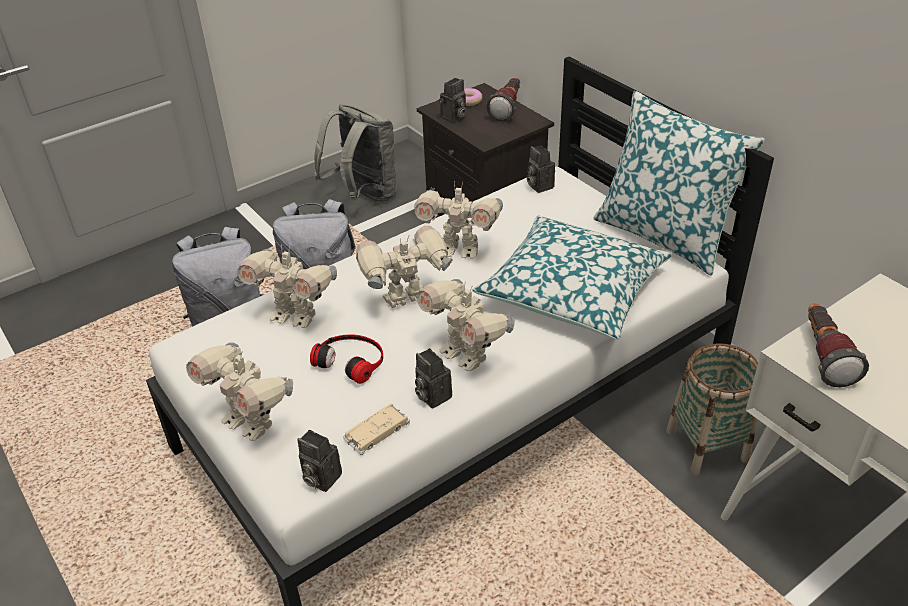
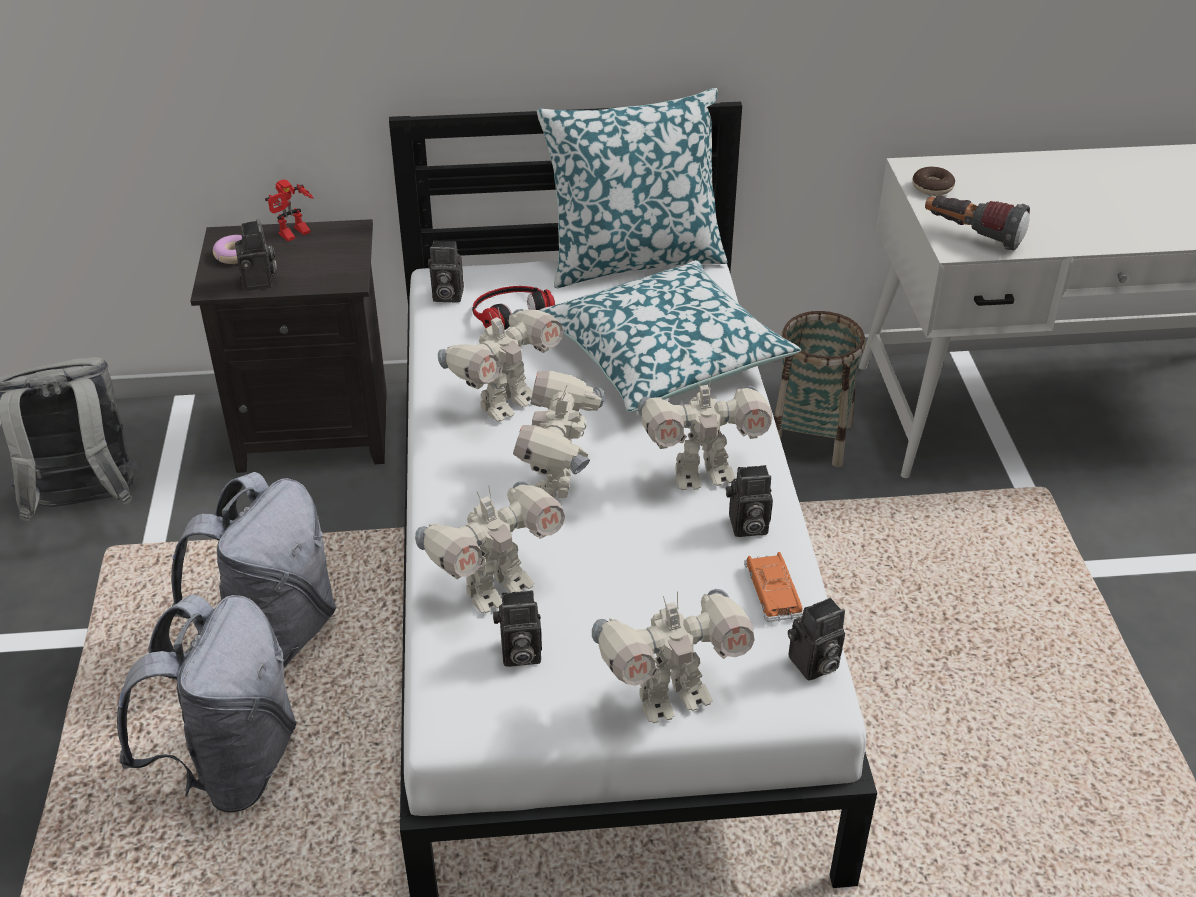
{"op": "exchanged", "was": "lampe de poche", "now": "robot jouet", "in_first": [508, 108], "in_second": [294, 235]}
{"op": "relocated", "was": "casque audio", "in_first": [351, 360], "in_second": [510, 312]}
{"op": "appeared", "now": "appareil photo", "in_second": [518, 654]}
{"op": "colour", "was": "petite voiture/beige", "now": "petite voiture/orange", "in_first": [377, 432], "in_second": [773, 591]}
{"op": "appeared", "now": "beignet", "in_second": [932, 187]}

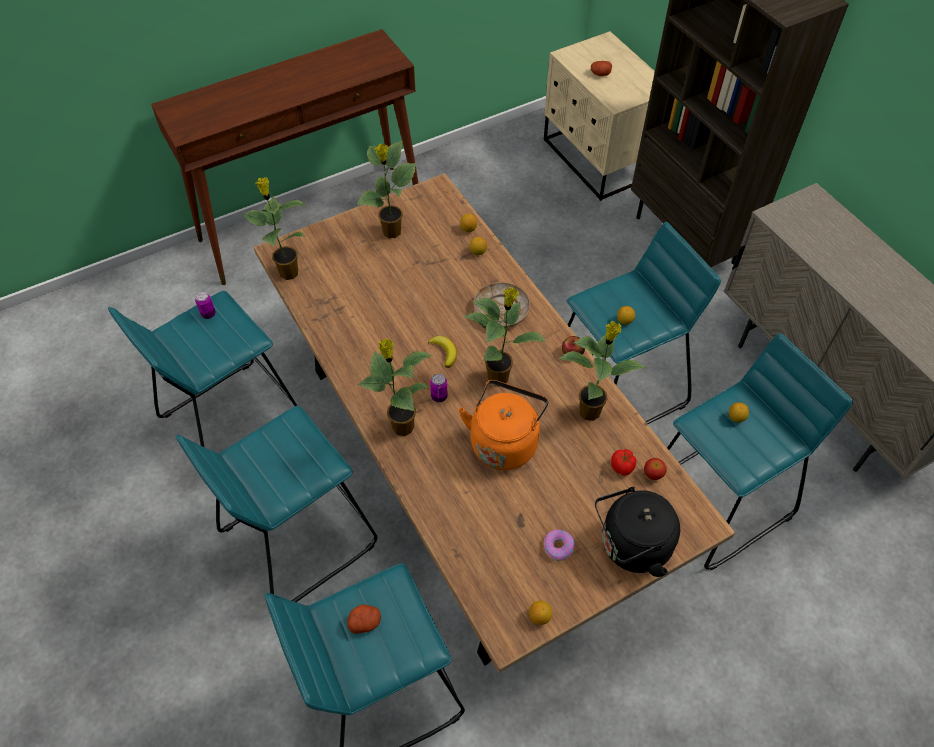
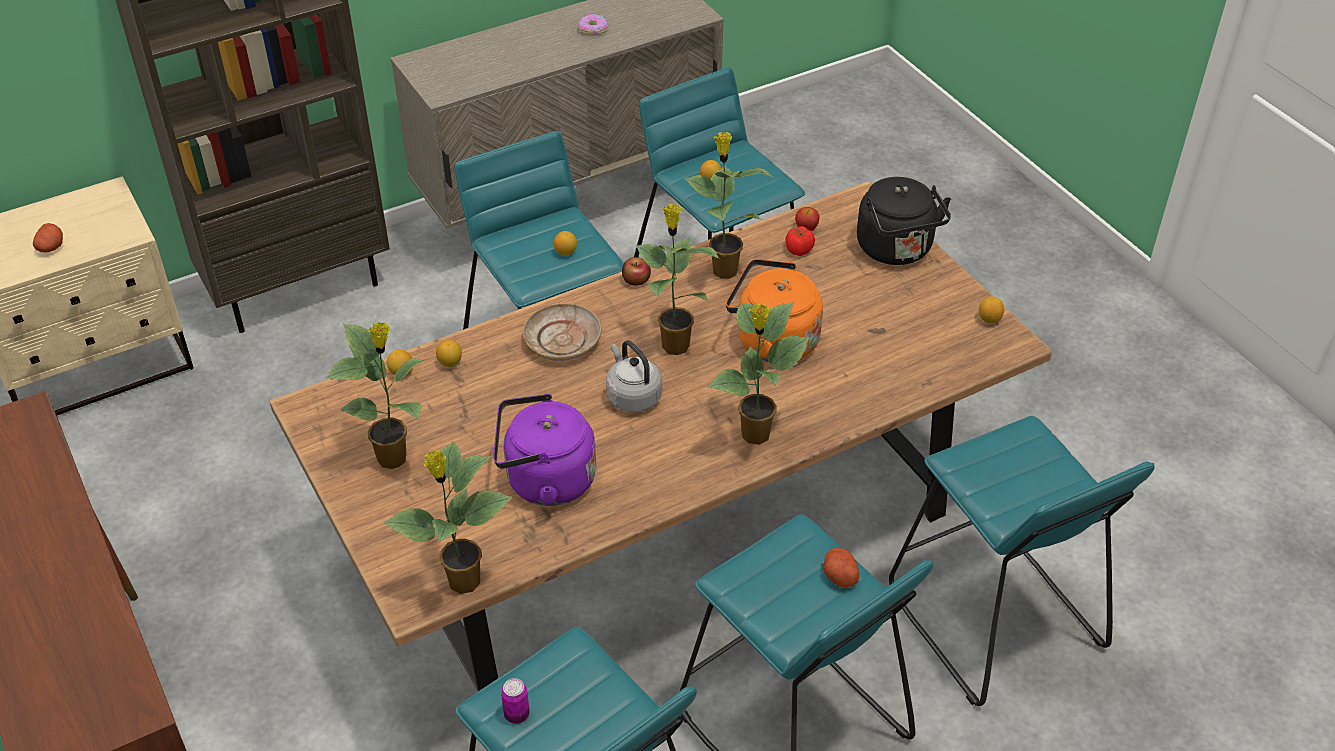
{"op": "appeared", "now": "bouilloire/violet", "in_second": [545, 481]}
{"op": "relocated", "was": "beignet", "in_first": [558, 547], "in_second": [593, 29]}
{"op": "exchanged", "was": "banane", "now": "bouilloire/gris", "in_first": [444, 352], "in_second": [632, 396]}
{"op": "relocated", "was": "pomme de terre", "in_first": [365, 622], "in_second": [839, 575]}
{"op": "missing", "was": "boîte métallique", "in_first": [439, 396]}

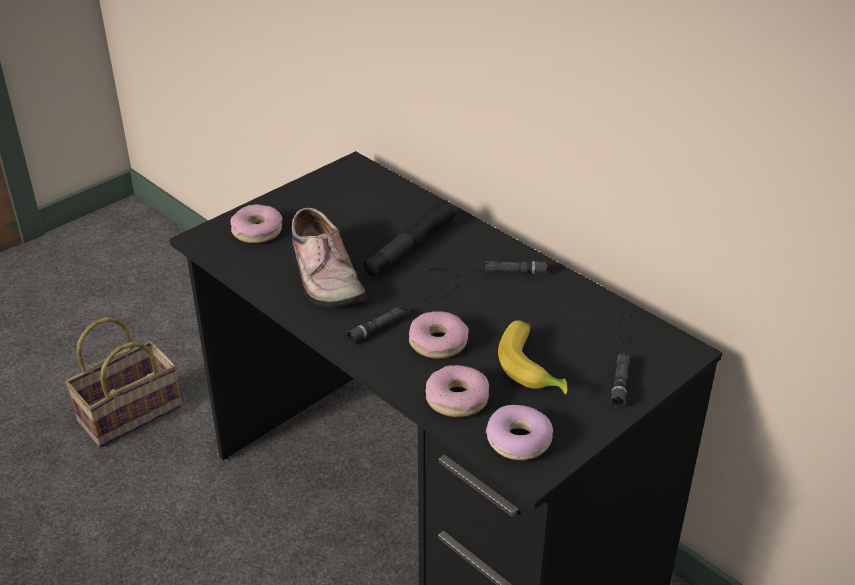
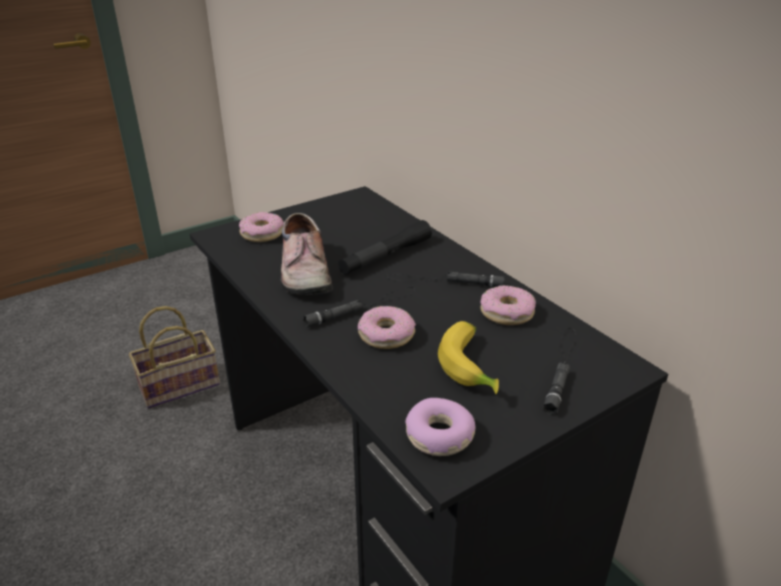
{"op": "relocated", "was": "beignet", "in_first": [457, 399], "in_second": [507, 313]}

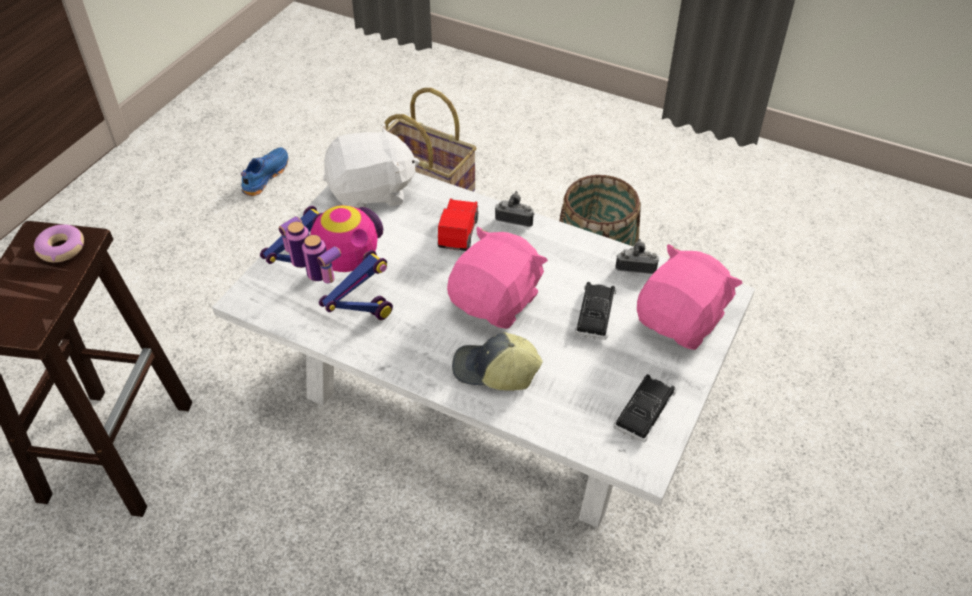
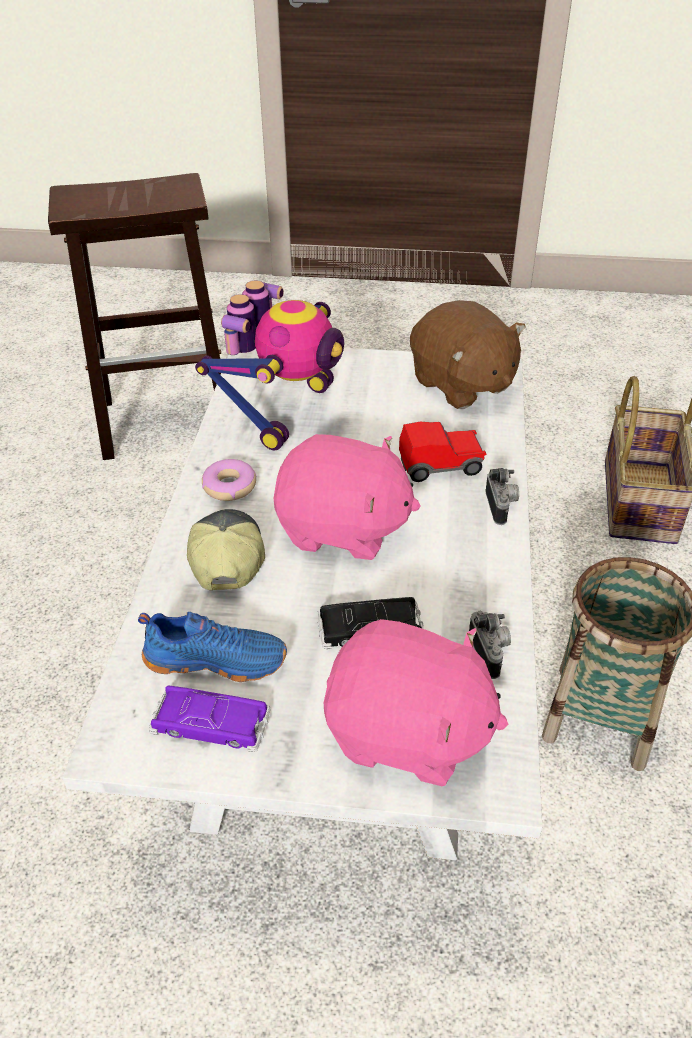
{"op": "relocated", "was": "chaussure/bleu", "in_first": [264, 177], "in_second": [216, 659]}
{"op": "colour", "was": "petite voiture/noir", "now": "petite voiture/violet", "in_first": [644, 411], "in_second": [211, 724]}
{"op": "relocated", "was": "beignet", "in_first": [61, 249], "in_second": [229, 486]}
{"op": "colour", "was": "peluche/blanc", "now": "peluche/marron", "in_first": [372, 192], "in_second": [461, 384]}

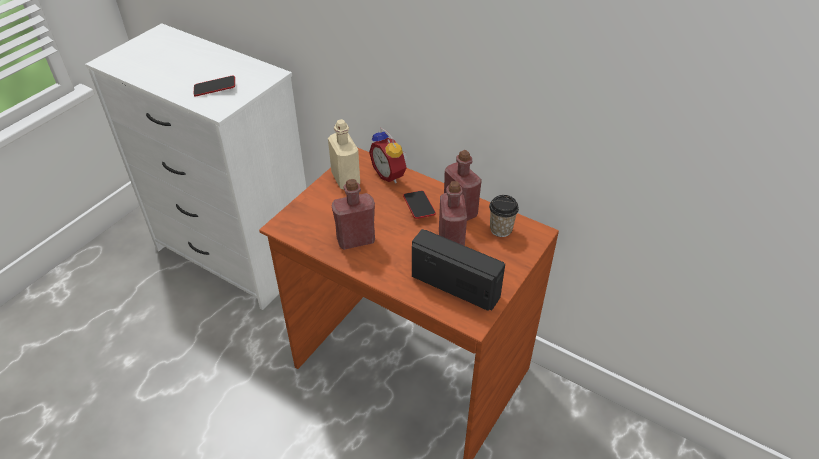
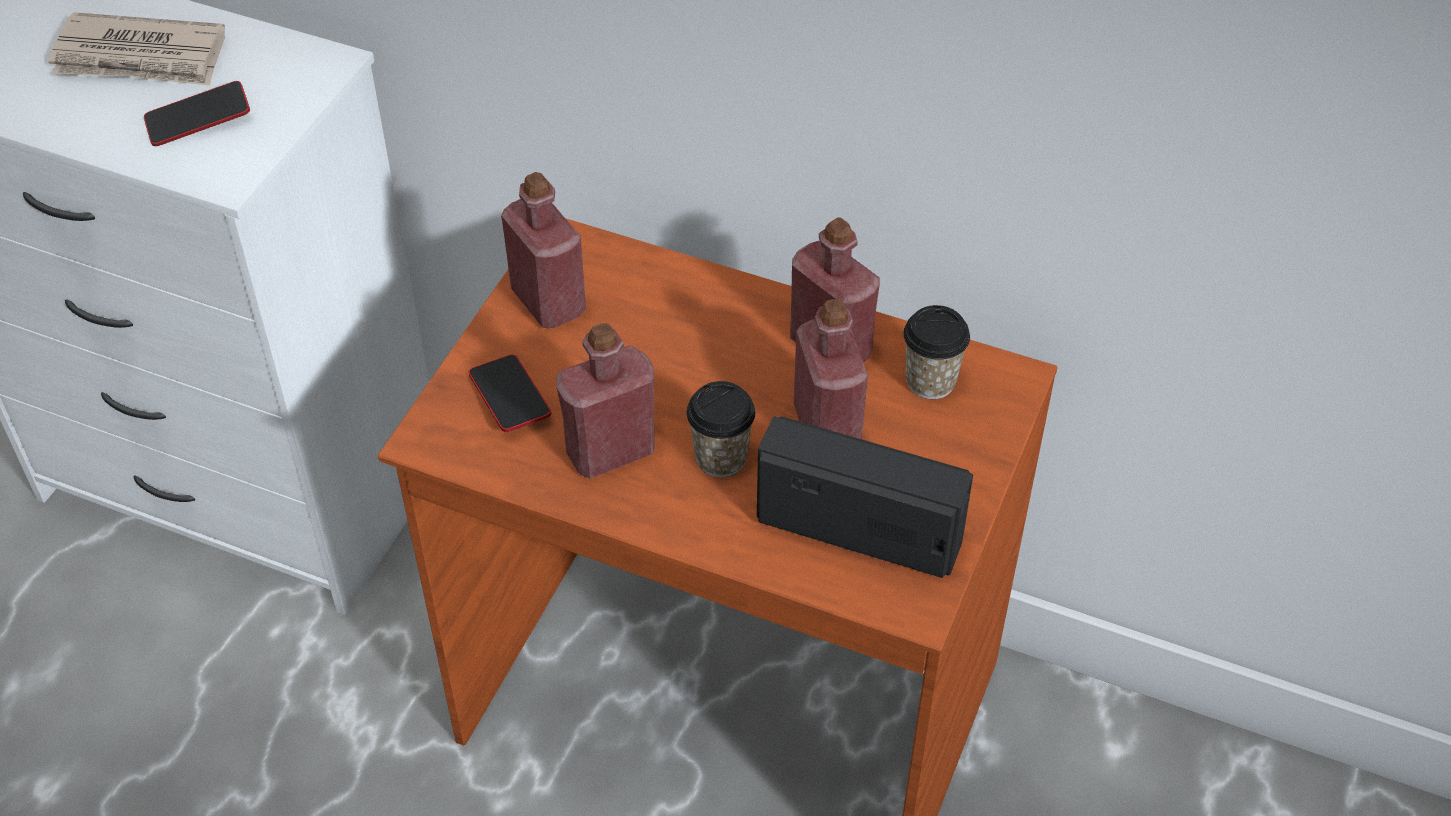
{"op": "appeared", "now": "journal", "in_second": [141, 57]}
{"op": "relocated", "was": "téléphone", "in_first": [419, 207], "in_second": [510, 398]}
{"op": "colour", "was": "bouteille/beige", "now": "bouteille/rouge", "in_first": [345, 179], "in_second": [548, 302]}
{"op": "appeared", "now": "tasse", "in_second": [721, 458]}
{"op": "missing", "was": "réveil", "in_first": [390, 174]}

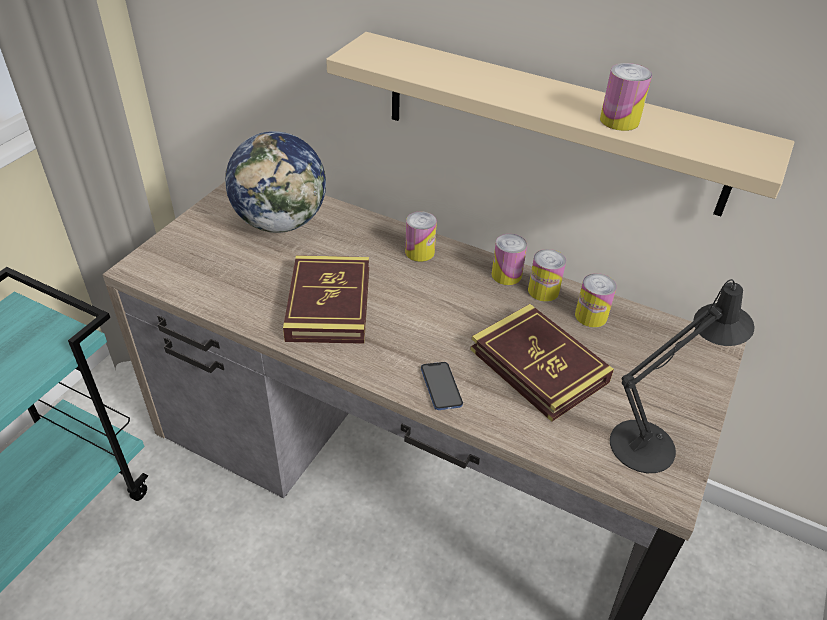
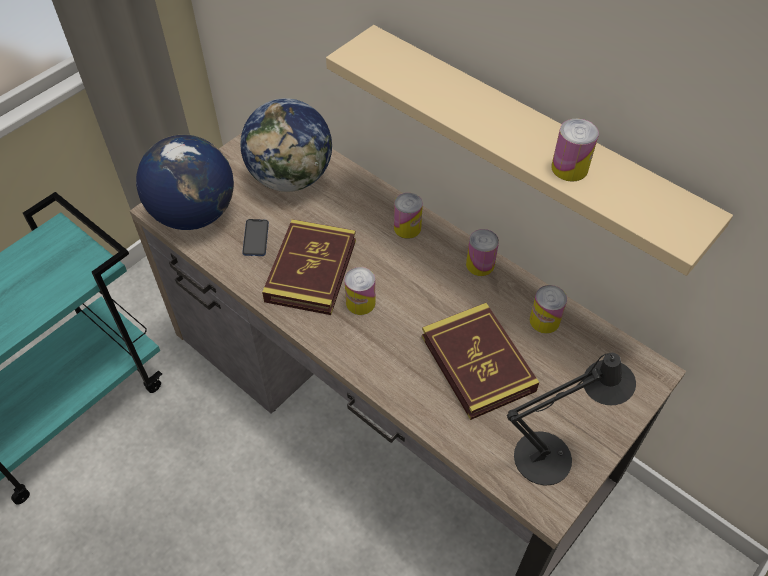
{"op": "appeared", "now": "globe", "in_second": [194, 214]}
{"op": "relocated", "was": "téléphone", "in_first": [441, 387], "in_second": [256, 238]}
{"op": "relocated", "was": "boîte métallique", "in_first": [543, 291], "in_second": [360, 302]}

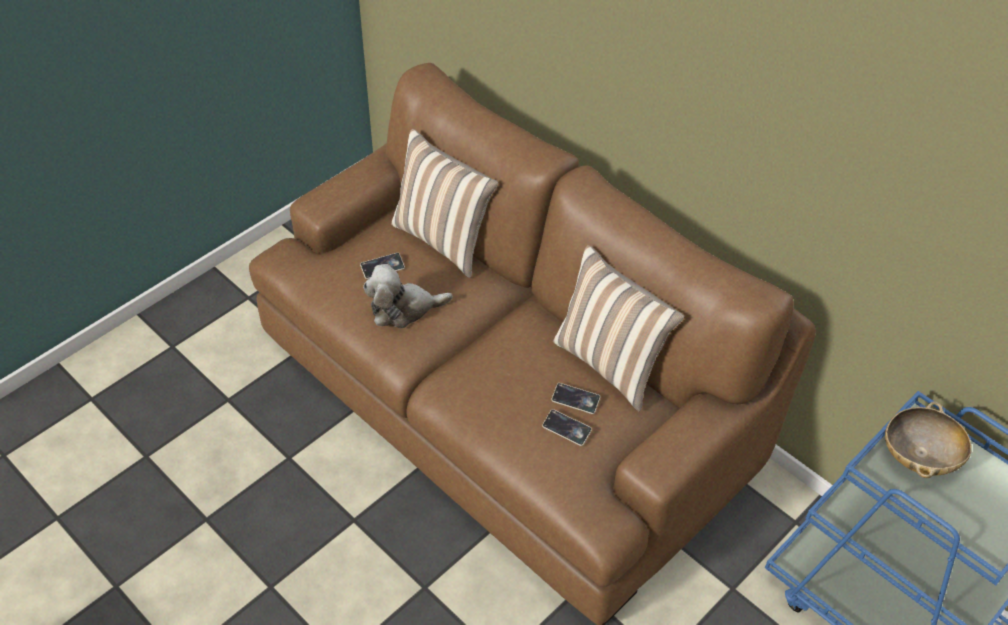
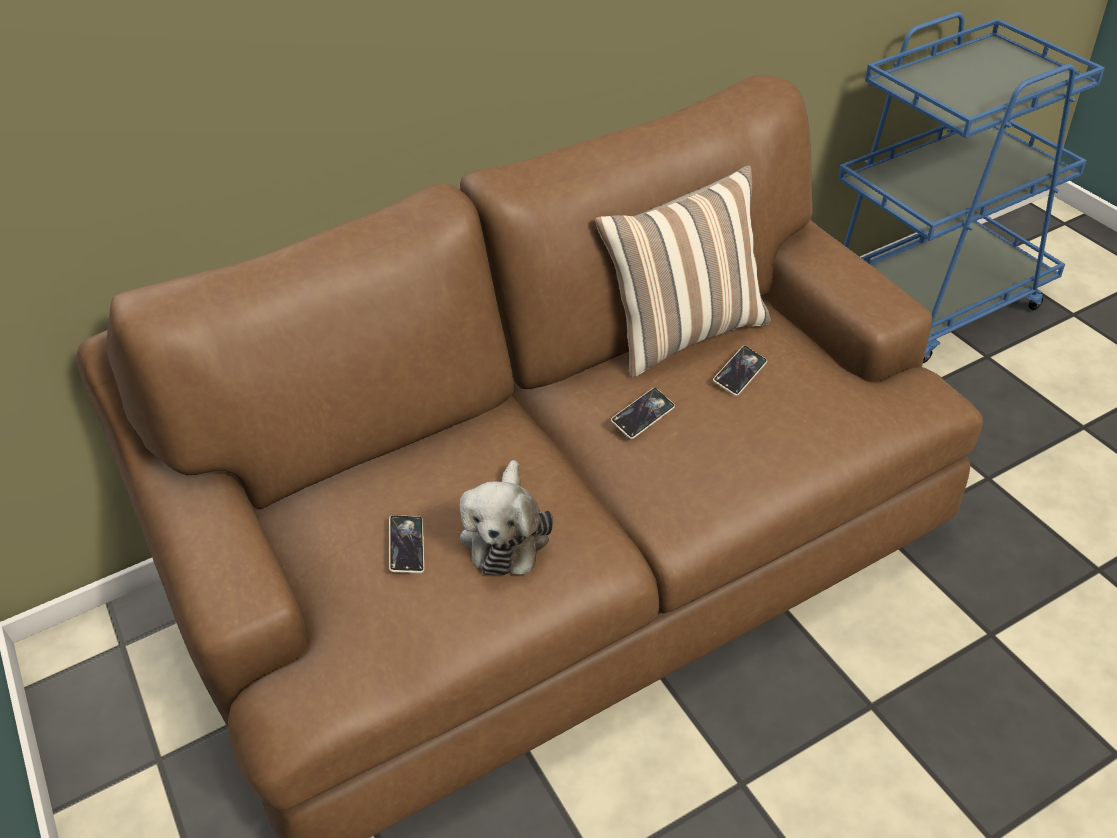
{"op": "relocated", "was": "téléphone", "in_first": [566, 429], "in_second": [643, 416]}
{"op": "missing", "was": "coussin", "in_first": [443, 240]}
{"op": "missing", "was": "bol/beige", "in_first": [919, 456]}

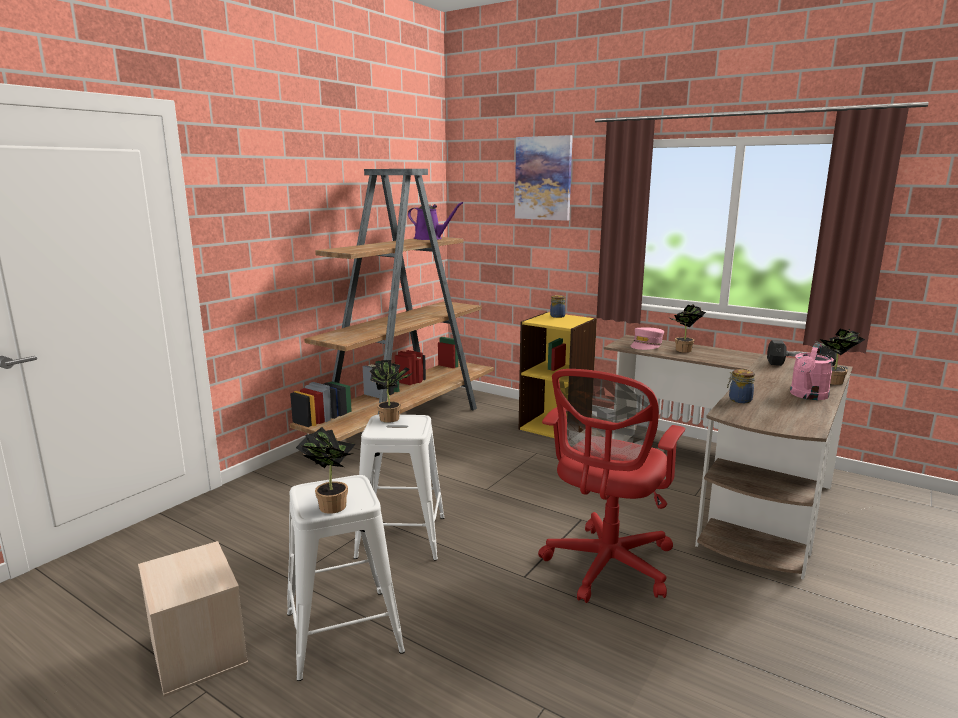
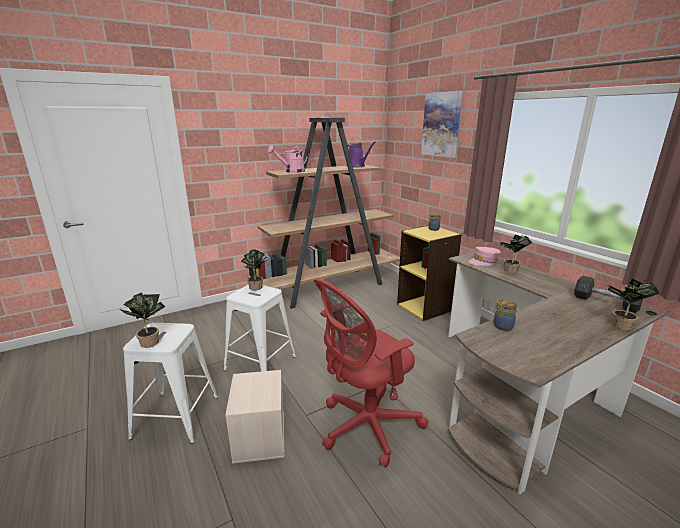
{"op": "relocated", "was": "boîte de rangement/beige", "in_first": [196, 651], "in_second": [259, 435]}
{"op": "relocated", "was": "arrosoir/rose", "in_first": [808, 396], "in_second": [291, 171]}

